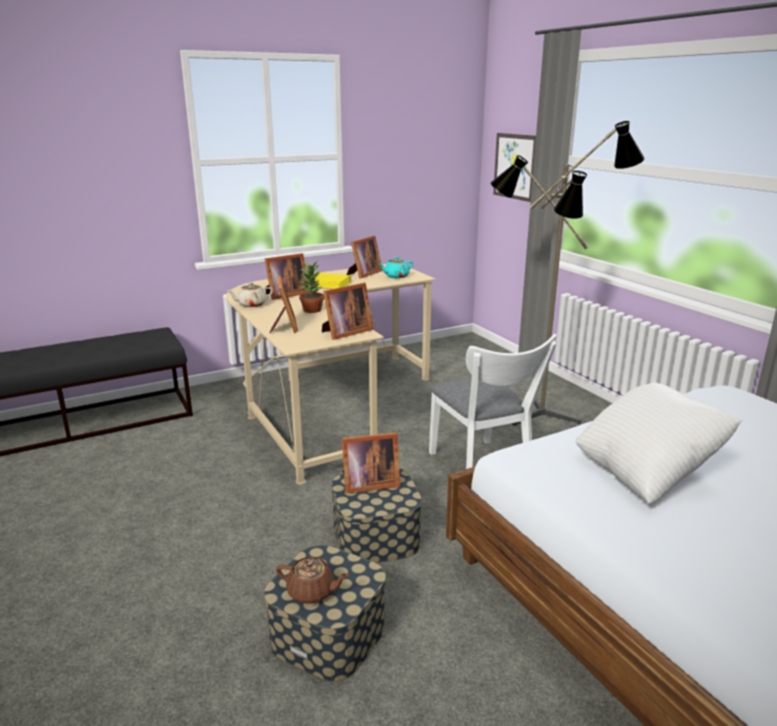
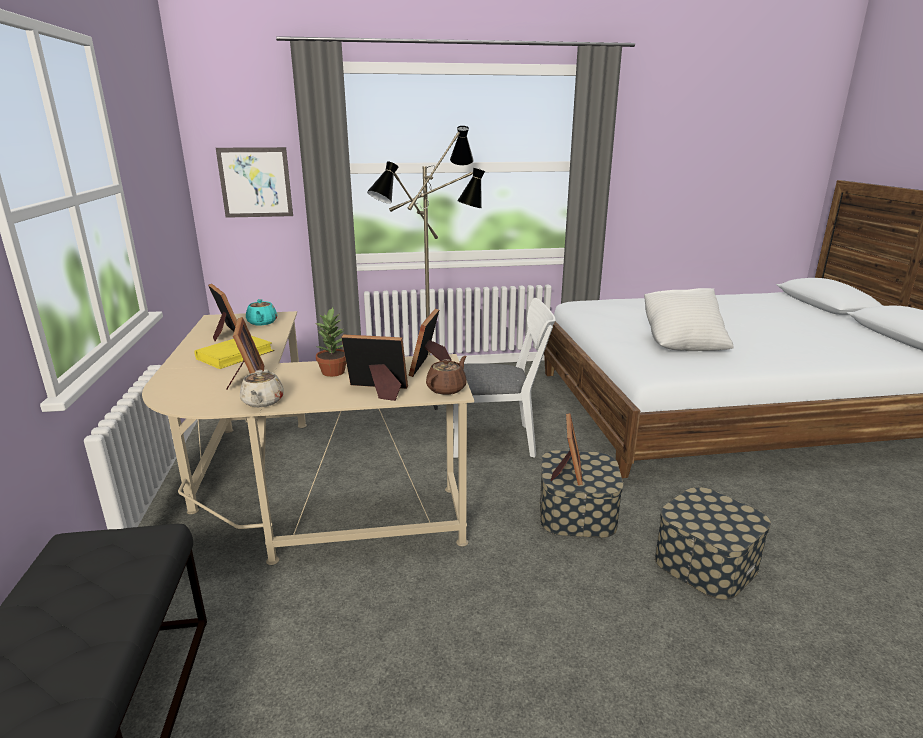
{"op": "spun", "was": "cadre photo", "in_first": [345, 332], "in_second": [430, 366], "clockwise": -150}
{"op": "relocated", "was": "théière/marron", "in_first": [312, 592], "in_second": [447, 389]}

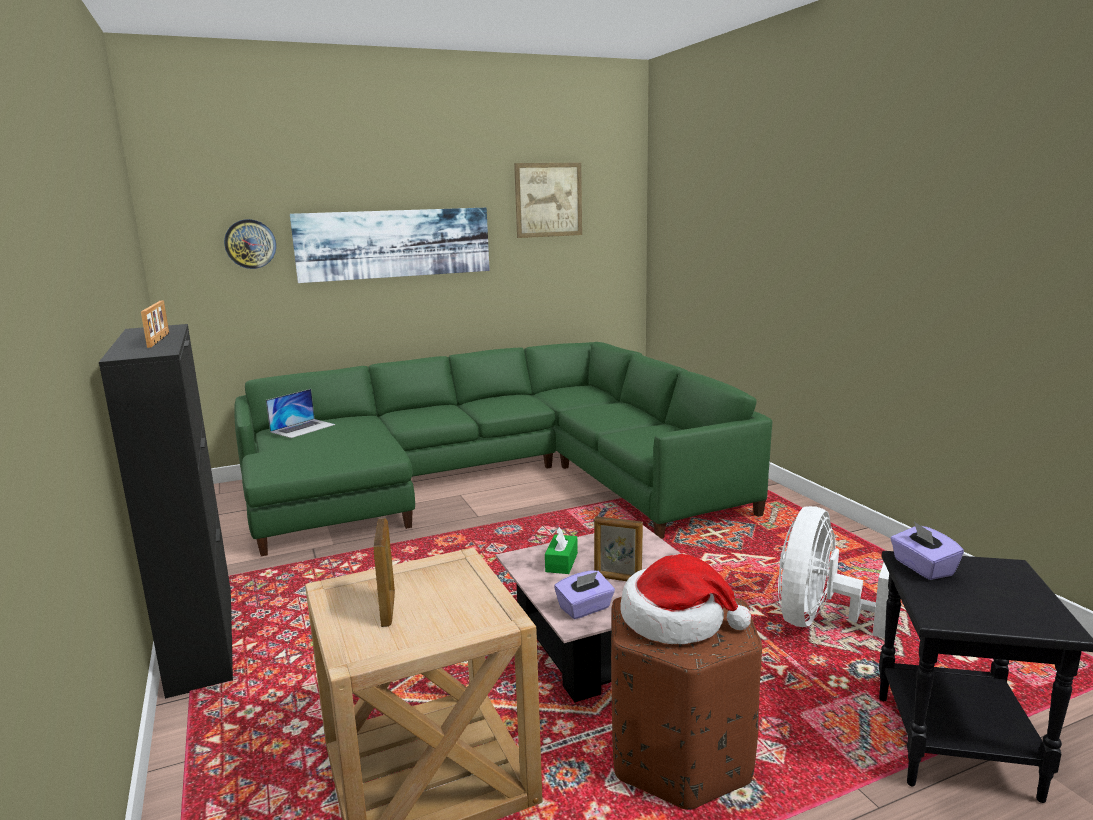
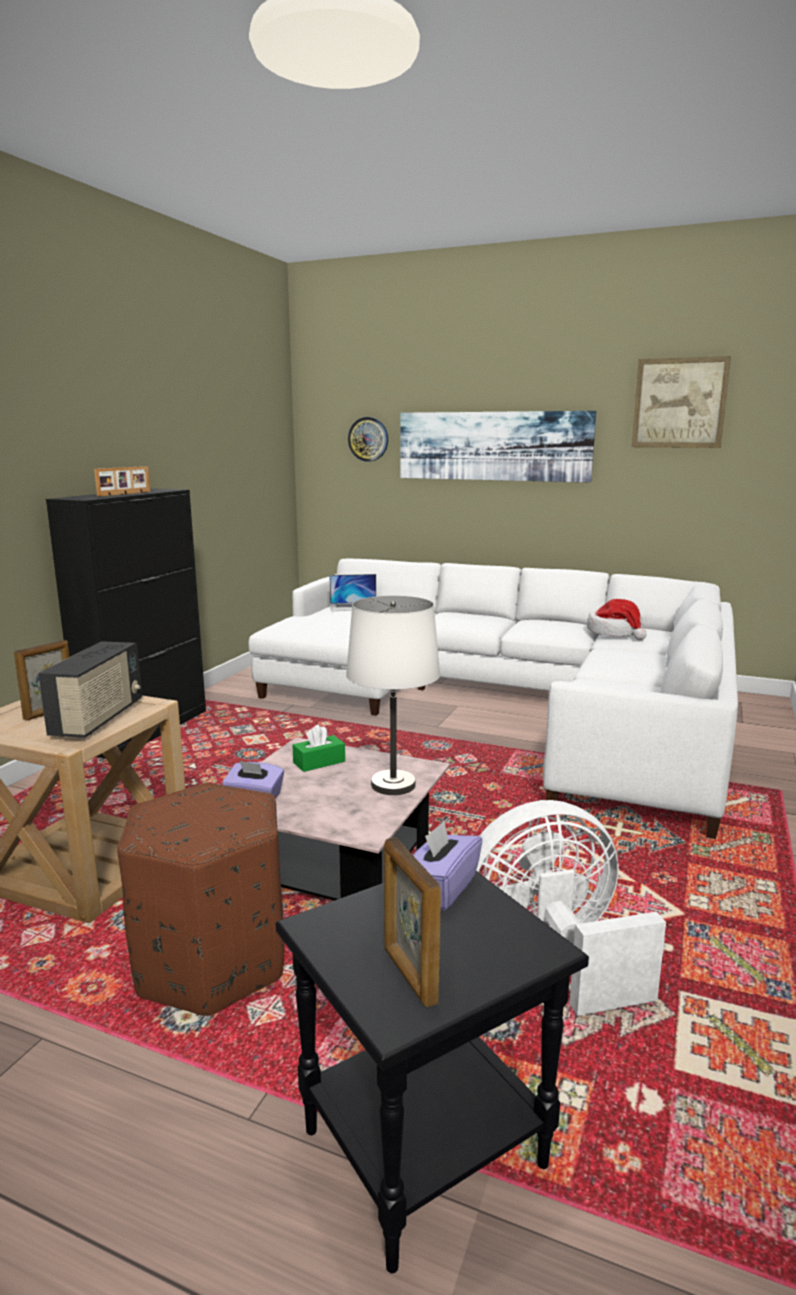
{"op": "appeared", "now": "radio", "in_second": [99, 719]}
{"op": "colour", "was": "canapé/vert", "now": "canapé/blanc", "in_first": [493, 480], "in_second": [507, 704]}
{"op": "appeared", "now": "lampe de table/blanc", "in_second": [394, 785]}
{"op": "relocated", "was": "cadre photo", "in_first": [617, 579], "in_second": [409, 975]}
{"op": "relocated", "was": "chapeau", "in_first": [676, 620], "in_second": [615, 632]}

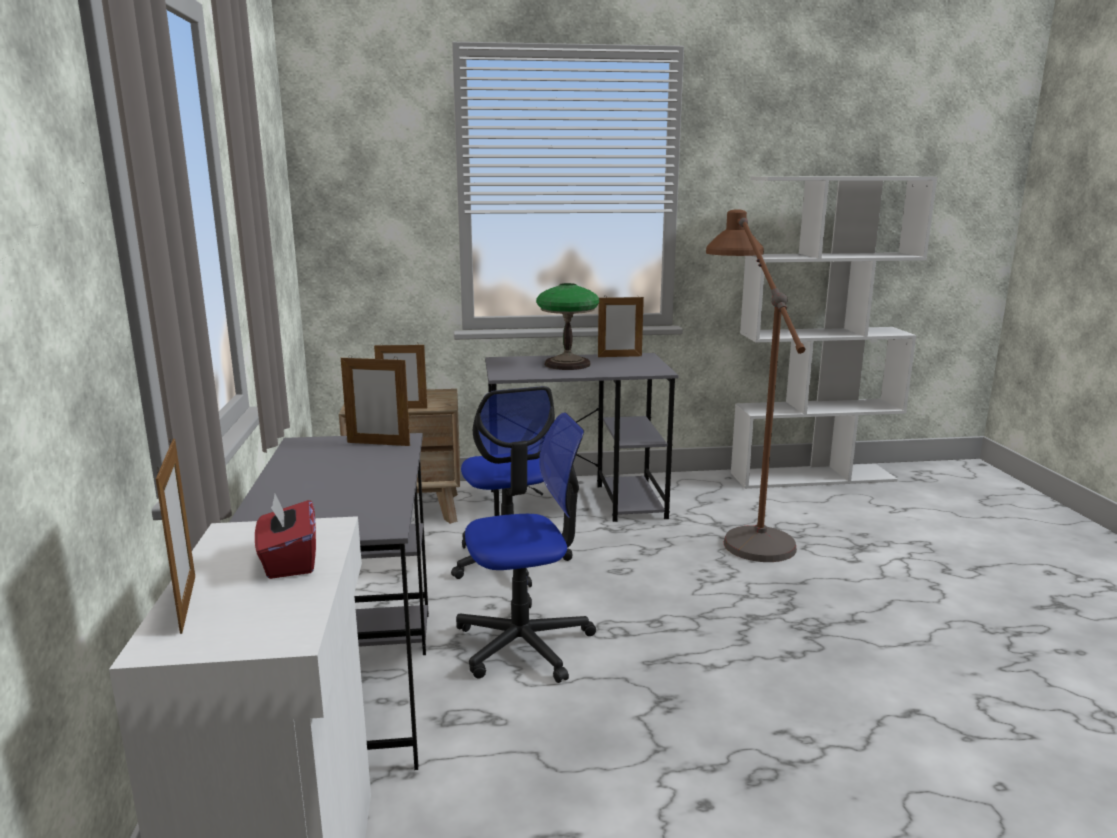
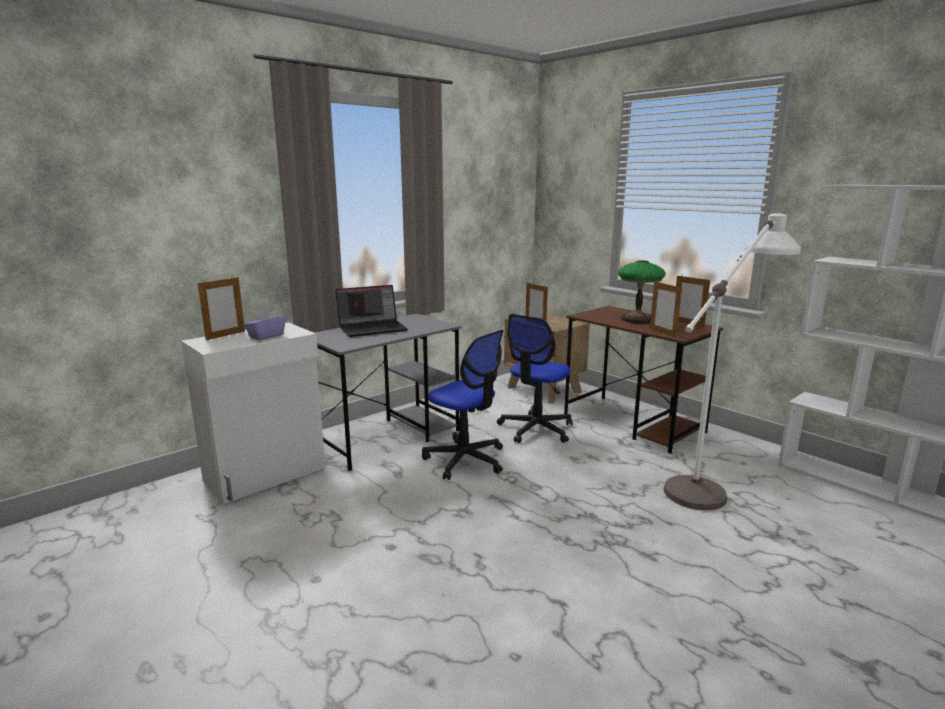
{"op": "colour", "was": "boîte à mouchoirs/rouge", "now": "boîte à mouchoirs/violet", "in_first": [289, 561], "in_second": [266, 336]}
{"op": "appeared", "now": "ordinateur portable", "in_second": [373, 328]}
{"op": "colour", "was": "bureau/gris", "now": "bureau/marron", "in_first": [578, 504], "in_second": [634, 423]}
{"op": "relocated", "was": "cadre photo", "in_first": [378, 444], "in_second": [662, 333]}
{"op": "colour", "was": "lampadaire/marron", "now": "lampadaire/blanc", "in_first": [742, 524], "in_second": [714, 479]}

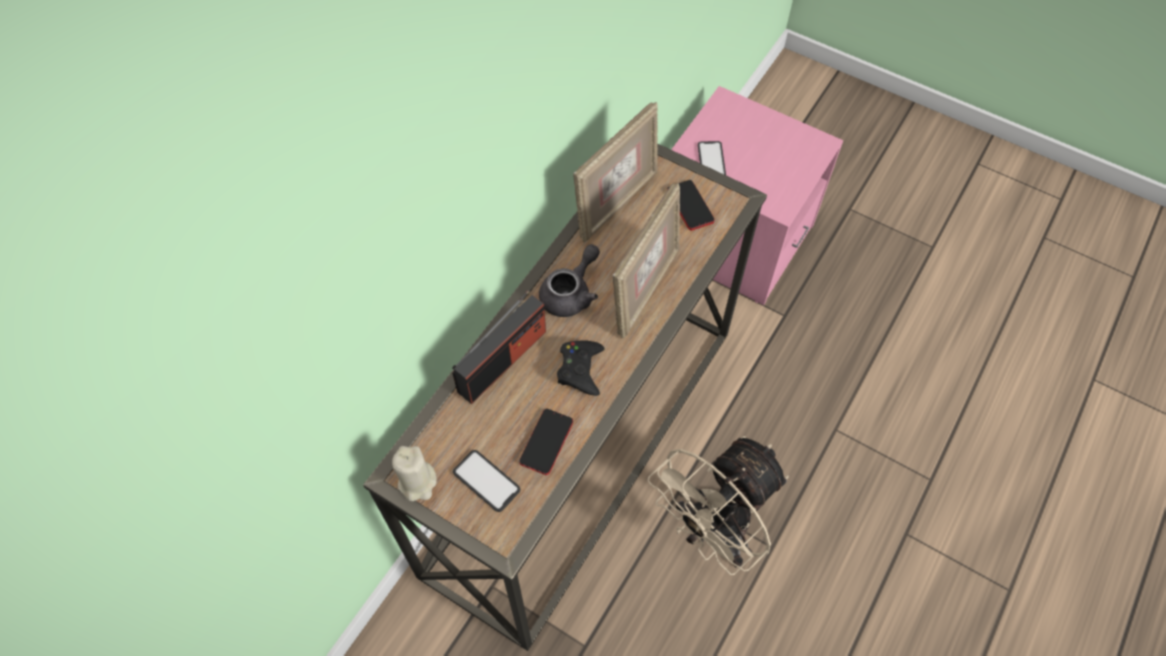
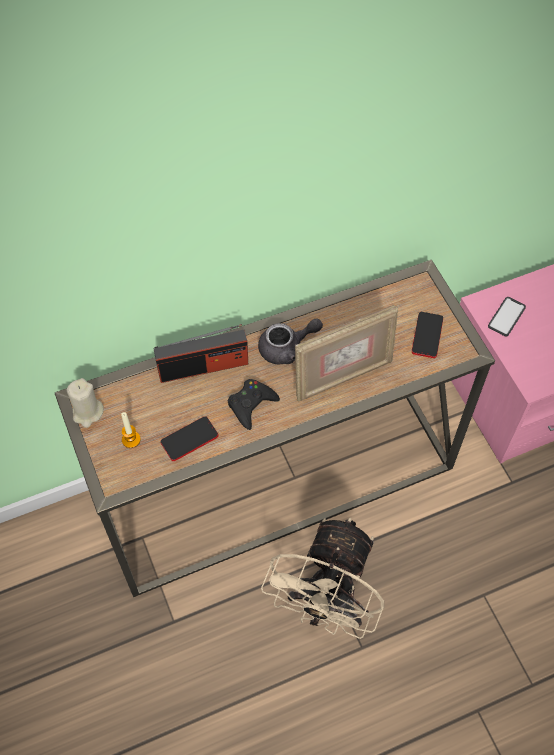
{"op": "exchanged", "was": "téléphone", "now": "bougie", "in_first": [486, 481], "in_second": [131, 439]}
{"op": "spun", "was": "ventilateur/beige", "in_first": [712, 531], "in_second": [326, 605], "clockwise": -60}
{"op": "missing", "was": "cadre photo", "in_first": [616, 203]}

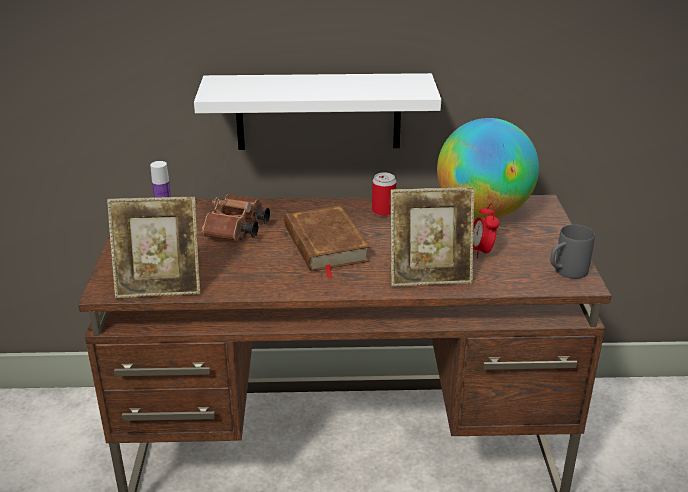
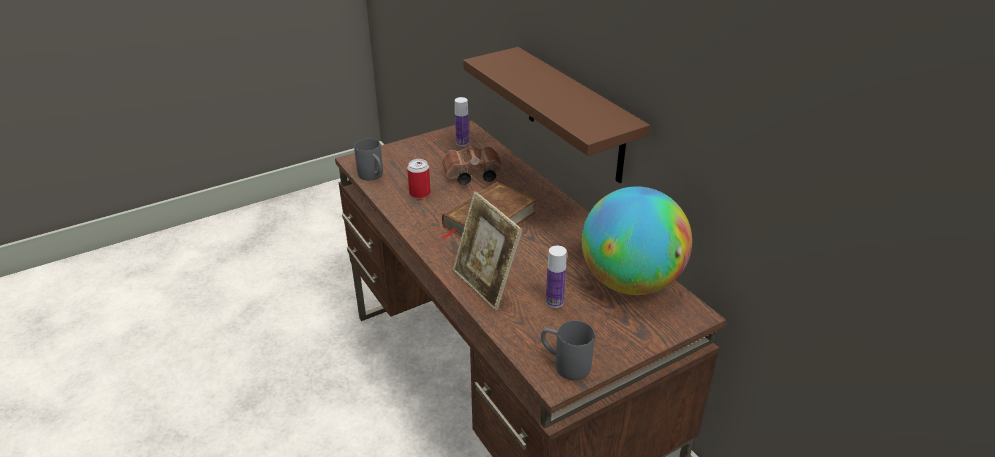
{"op": "exchanged", "was": "cadre photo", "now": "mug/gris", "in_first": [160, 287], "in_second": [373, 176]}
{"op": "relocated", "was": "boîte métallique", "in_first": [383, 211], "in_second": [420, 193]}
{"op": "colour", "was": "étagère/blanc", "now": "étagère/marron", "in_first": [318, 111], "in_second": [575, 116]}
{"op": "exchanged", "was": "réveil", "now": "bouteille", "in_first": [481, 252], "in_second": [554, 302]}

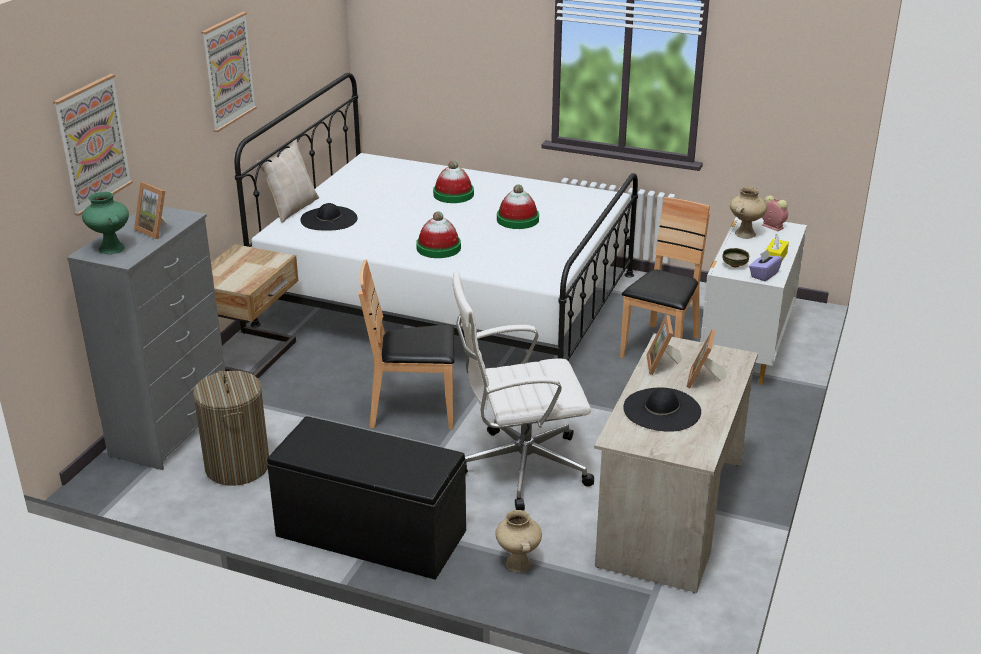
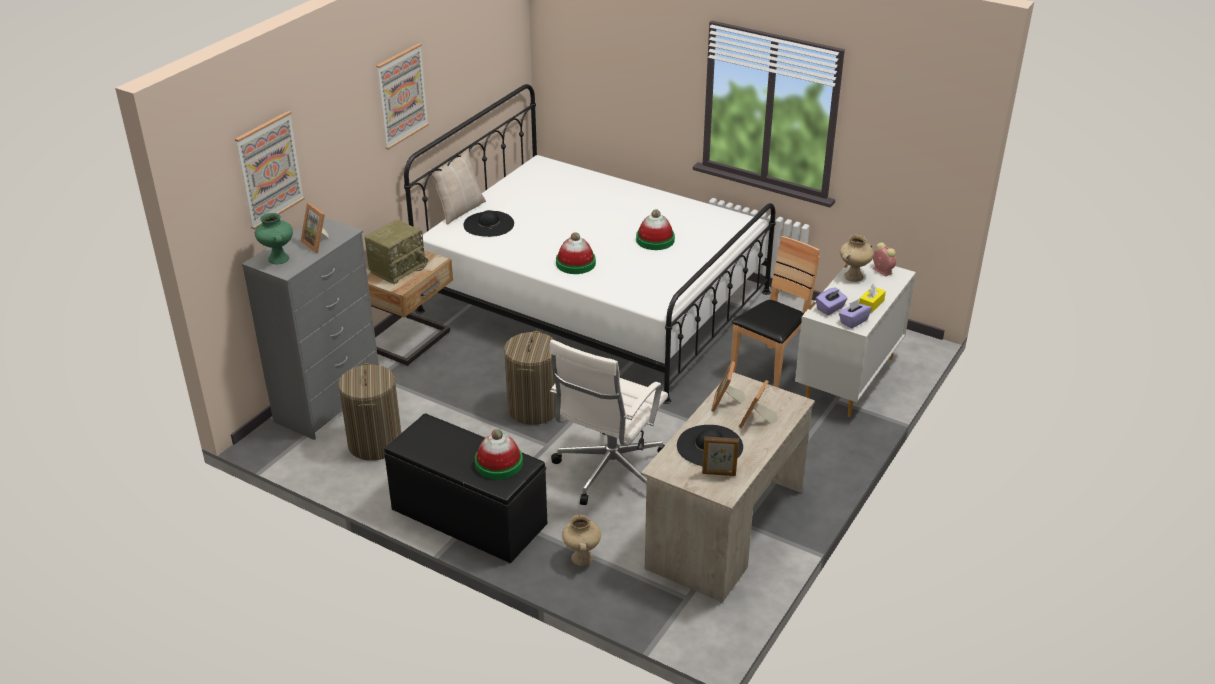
{"op": "appeared", "now": "radio", "in_second": [397, 269]}
{"op": "relocated", "was": "chapeau", "in_first": [453, 194], "in_second": [499, 463]}
{"op": "exchanged", "was": "chaise/marron", "now": "panier à linge", "in_first": [413, 411], "in_second": [533, 409]}
{"op": "spun", "was": "chaise de bureau/blanc", "in_first": [519, 467], "in_second": [609, 472], "clockwise": -60}
{"op": "appeared", "now": "cadre photo", "in_second": [719, 474]}
{"op": "exchanged", "was": "bol", "now": "boîte à mouchoirs/violet", "in_first": [734, 265], "in_second": [830, 308]}

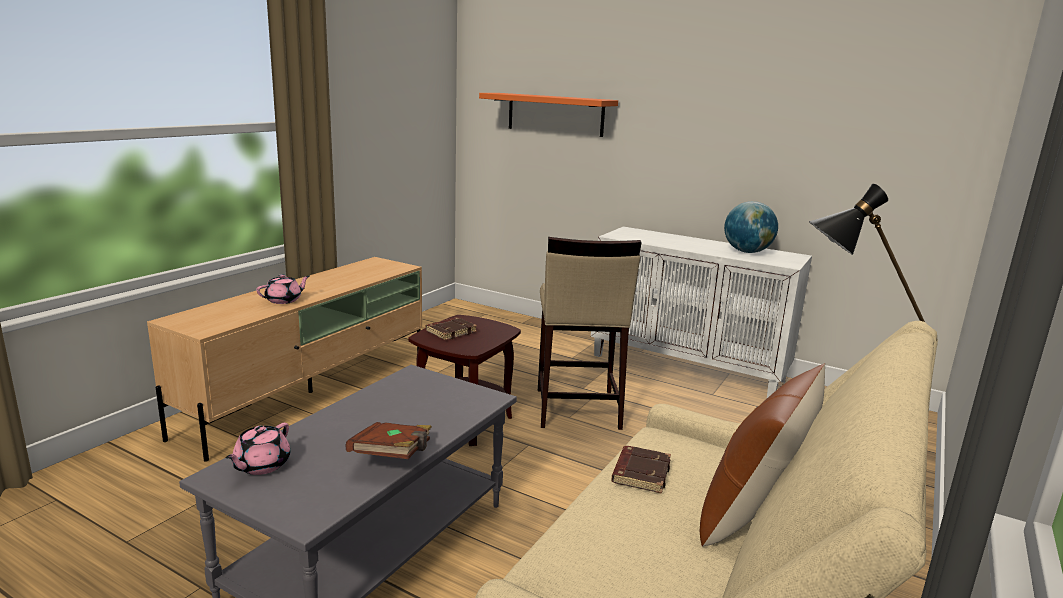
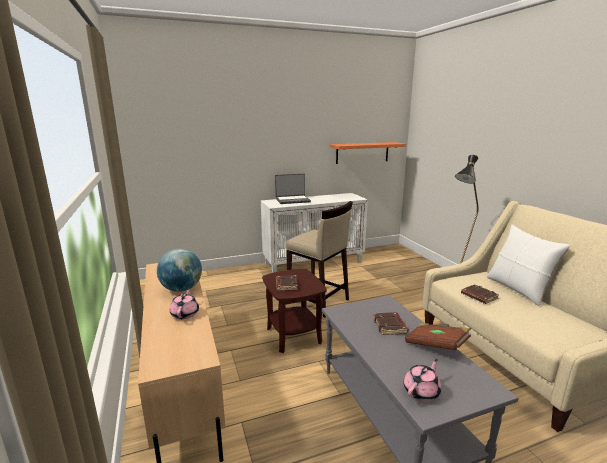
{"op": "relocated", "was": "globe", "in_first": [747, 252], "in_second": [182, 289]}
{"op": "appeared", "now": "ordinateur portable", "in_second": [292, 200]}
{"op": "relocated", "was": "étagère/orange", "in_first": [555, 114], "in_second": [362, 152]}
{"op": "appeared", "now": "livre/marron", "in_second": [390, 326]}
{"op": "spun", "was": "théière/rose", "in_first": [261, 465], "in_second": [421, 391], "clockwise": -105}
{"op": "colour", "was": "coussin/marron", "now": "coussin/blanc", "in_first": [752, 514], "in_second": [518, 289]}

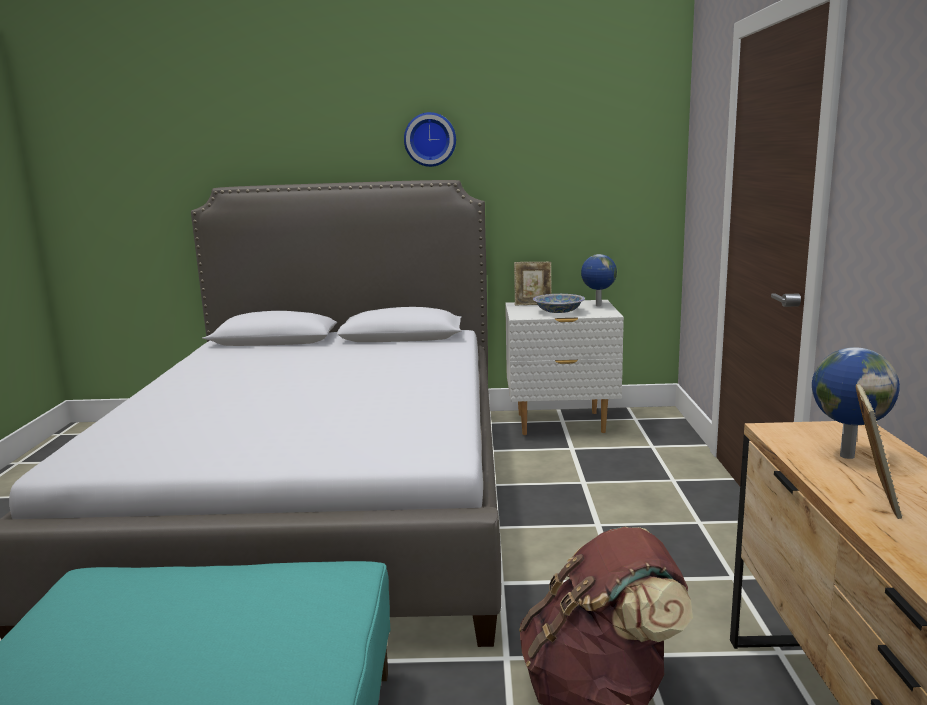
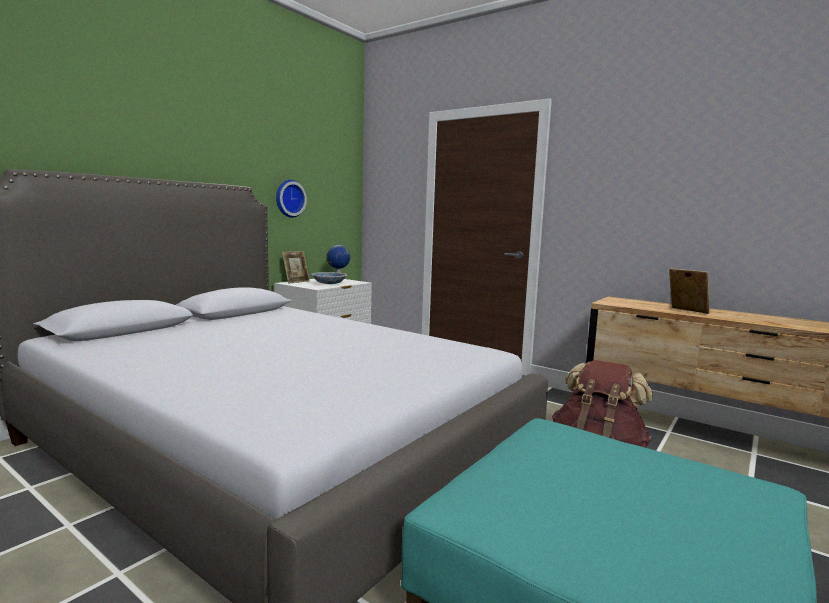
{"op": "relocated", "was": "horloge murale", "in_first": [430, 139], "in_second": [289, 198]}
{"op": "missing", "was": "globe", "in_first": [846, 455]}

